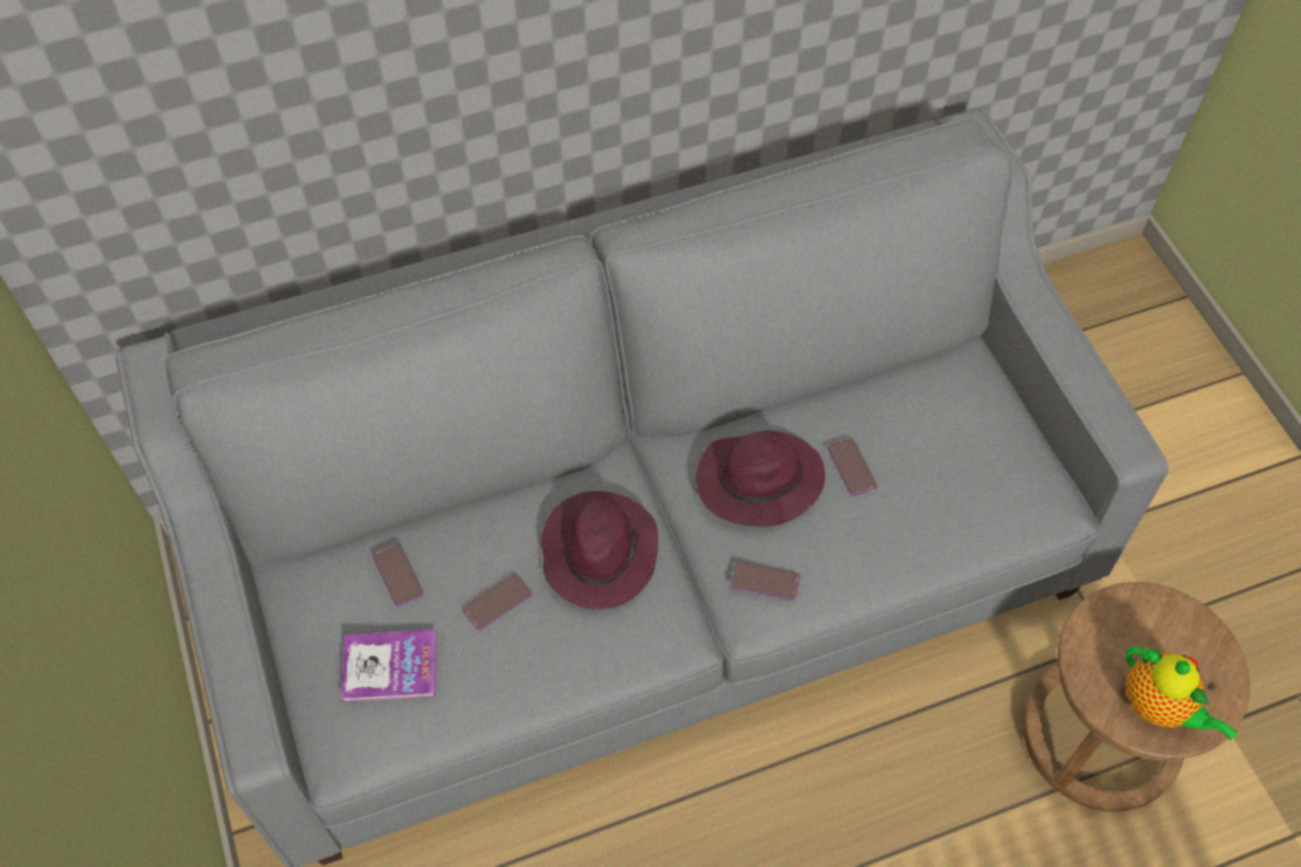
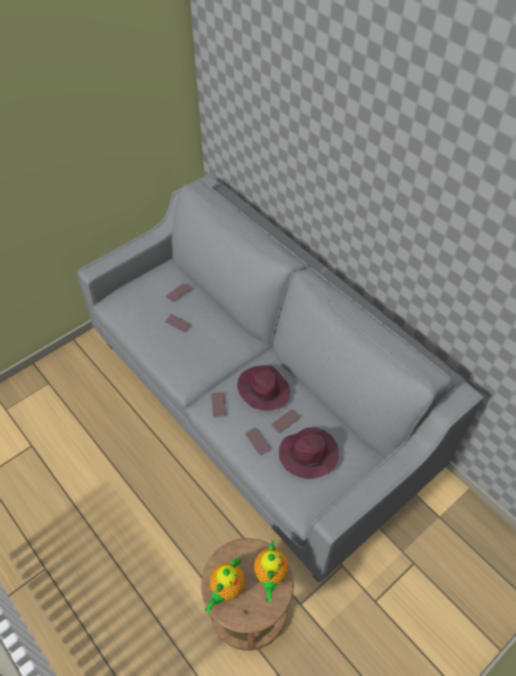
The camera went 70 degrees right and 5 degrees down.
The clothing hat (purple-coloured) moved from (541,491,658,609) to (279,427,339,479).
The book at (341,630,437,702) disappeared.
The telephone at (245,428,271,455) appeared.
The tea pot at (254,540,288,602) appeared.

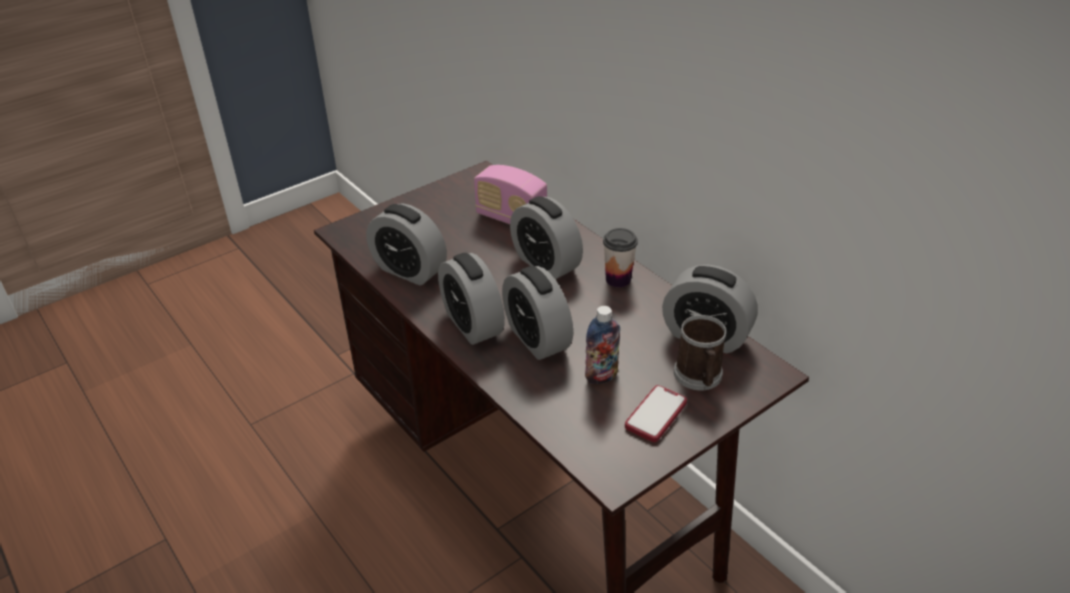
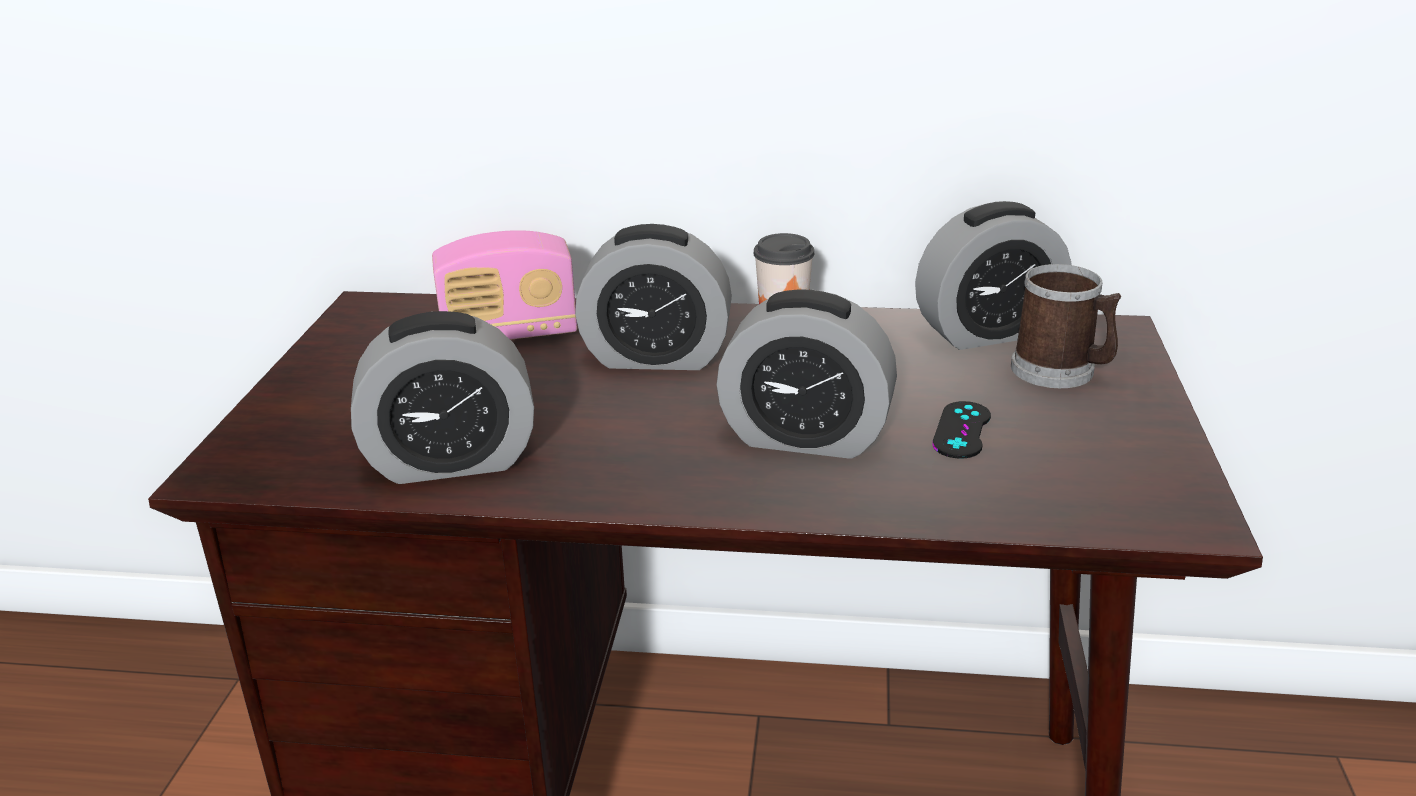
The camera went 45 degrees left and 10 degrees down.
The table clock at (438,253,505,345) disappeared.
The drink bottle at (585,306,620,384) was replaced by the gamepad (black-coloured) at (932,401,991,459).
The telephone at (625,385,687,442) disappeared.

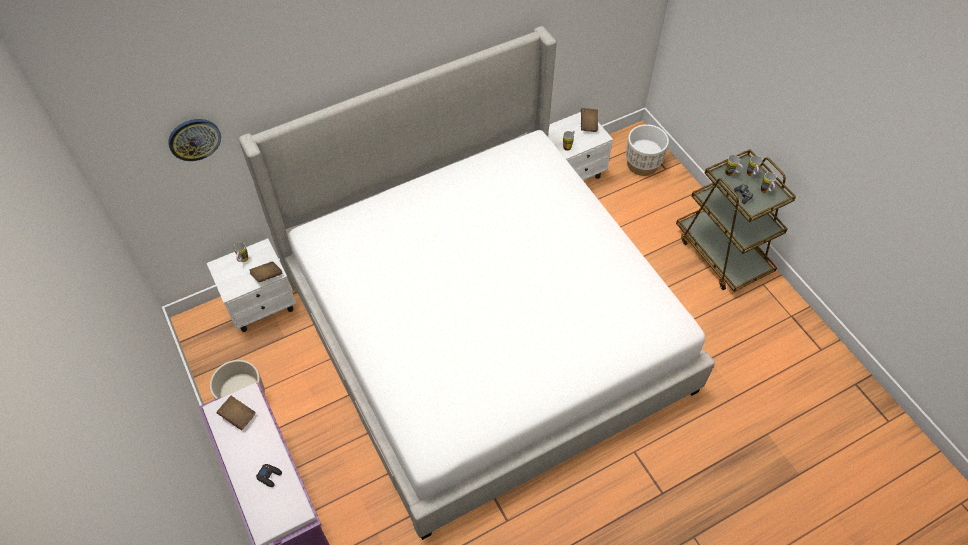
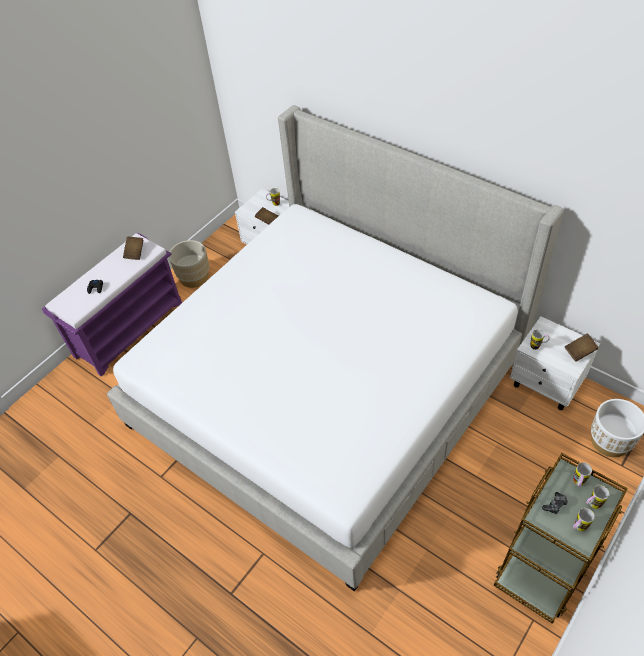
The camera went 70 degrees right and 5 degrees down.
The wall clock at (168,119,221,161) disappeared.

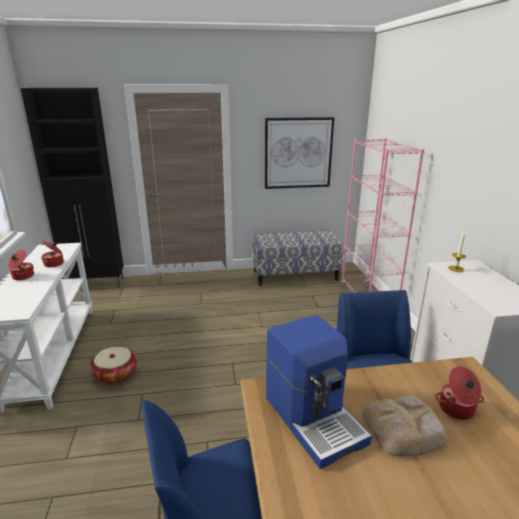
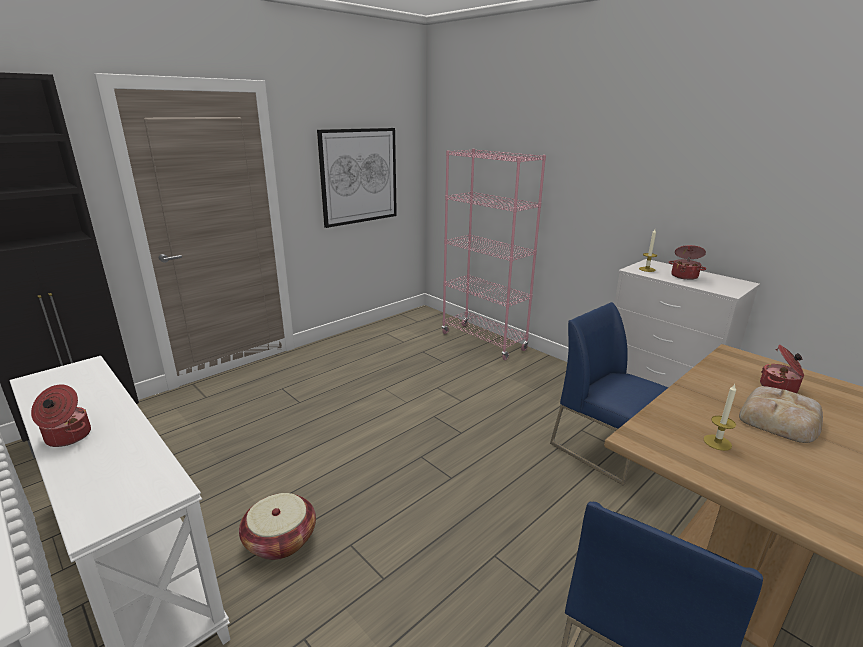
The camera went 35 degrees left and 0 degrees up.
The indoor bench at (252,230,344,286) disappeared.
The saucepot moved from (41,241,64,267) to (668,245,706,280).
The coffee machine at (266,315,372,469) was replaced by the candle at (704,384,736,451).

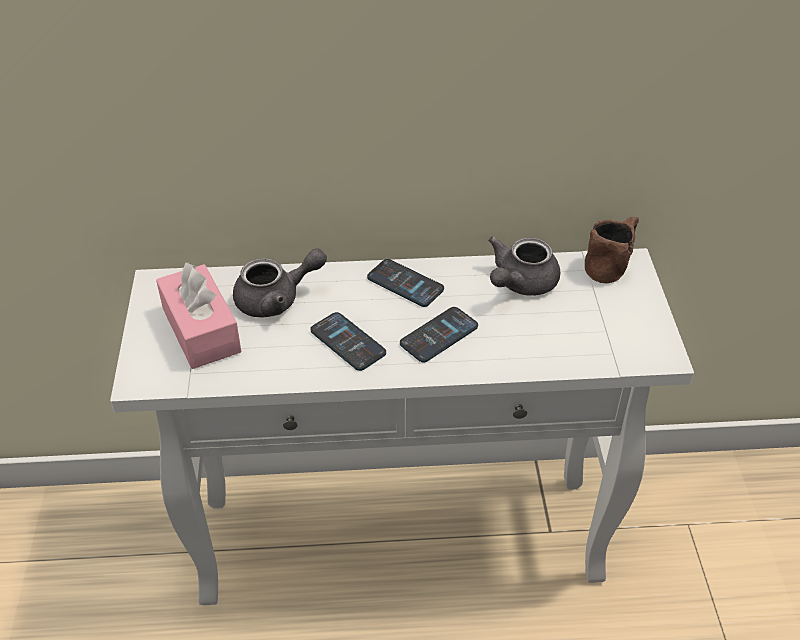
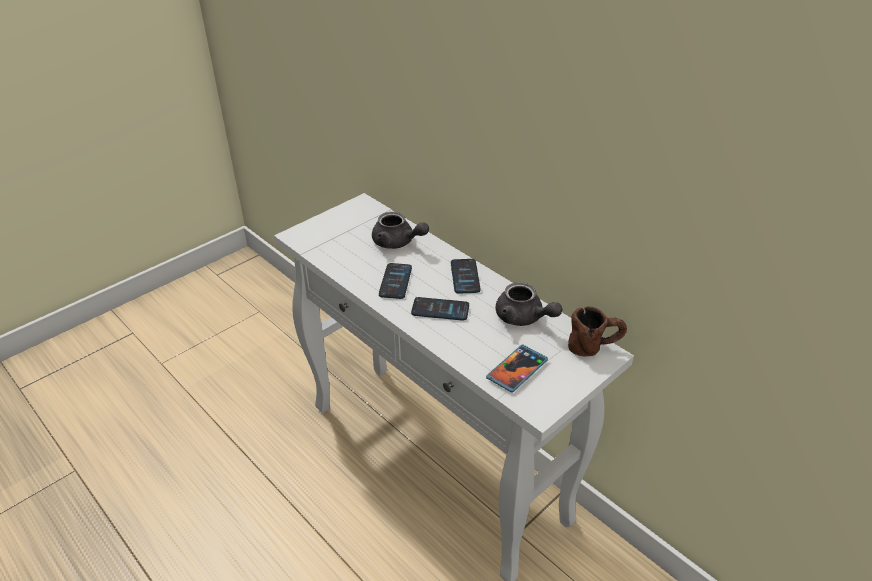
The camera went 50 degrees right and 5 degrees down.
The tea pot (gray) at (488,237,560,296) turned 135 degrees counterclockwise.
The box of tissues (pink) at (156,262,242,369) disappeared.
The telephone at (486,344,548,393) appeared.

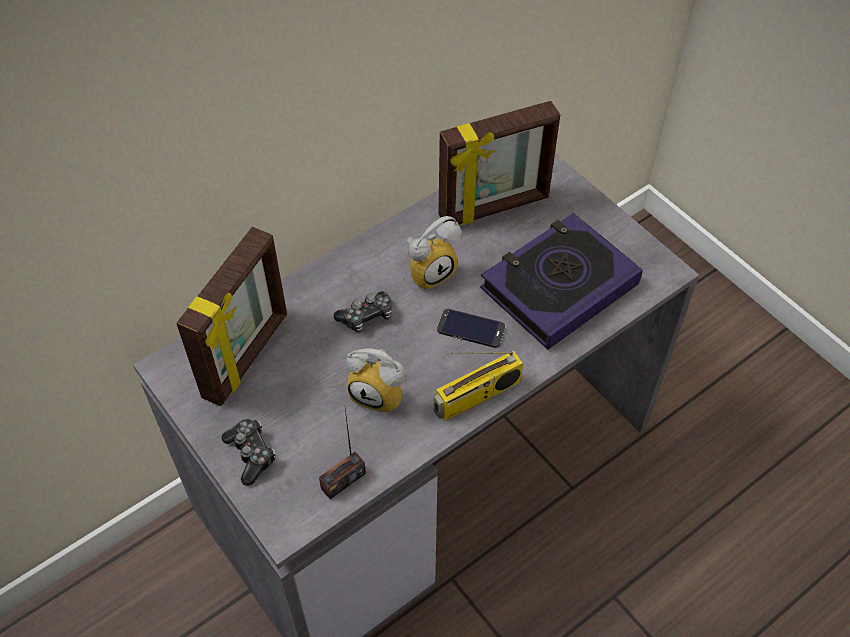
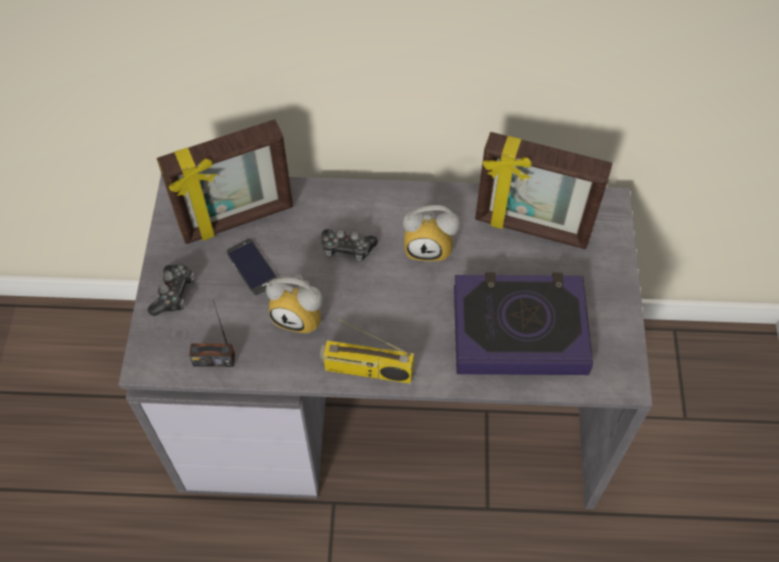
The camera went 40 degrees right and 5 degrees up.
The telephone moved from (437,309,506,348) to (227,239,277,295).
The table clock at (346,348,405,413) turned 45 degrees counterclockwise.

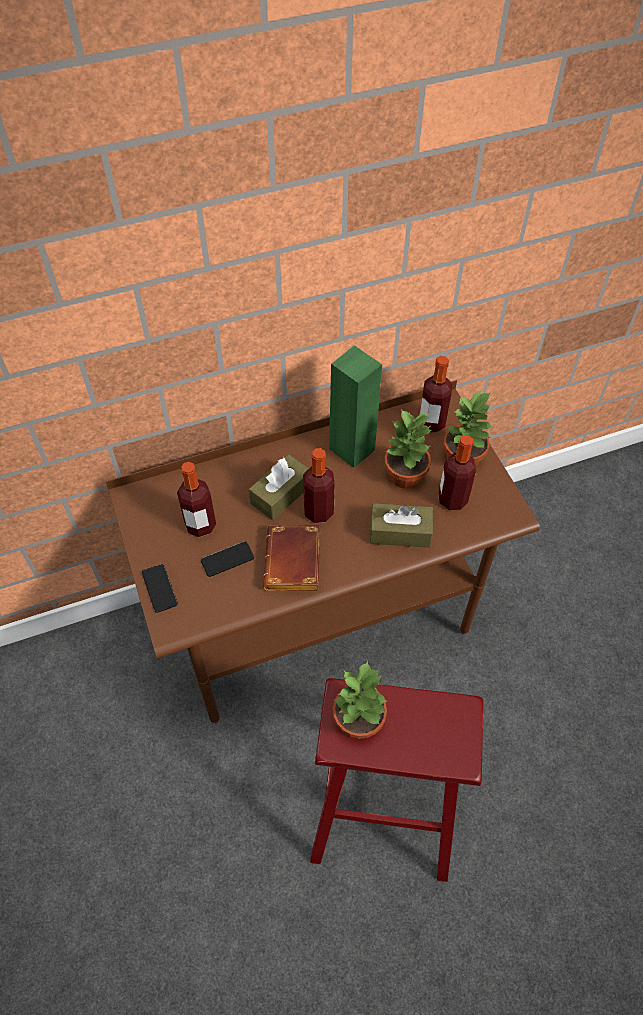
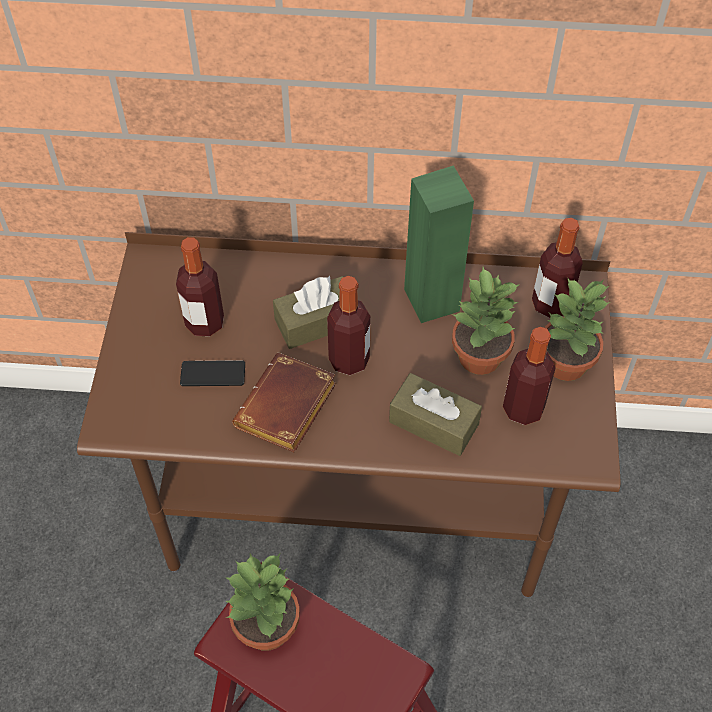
The camera went 25 degrees right and 0 degrees up.
The telephone at (142,564,178,613) disappeared.

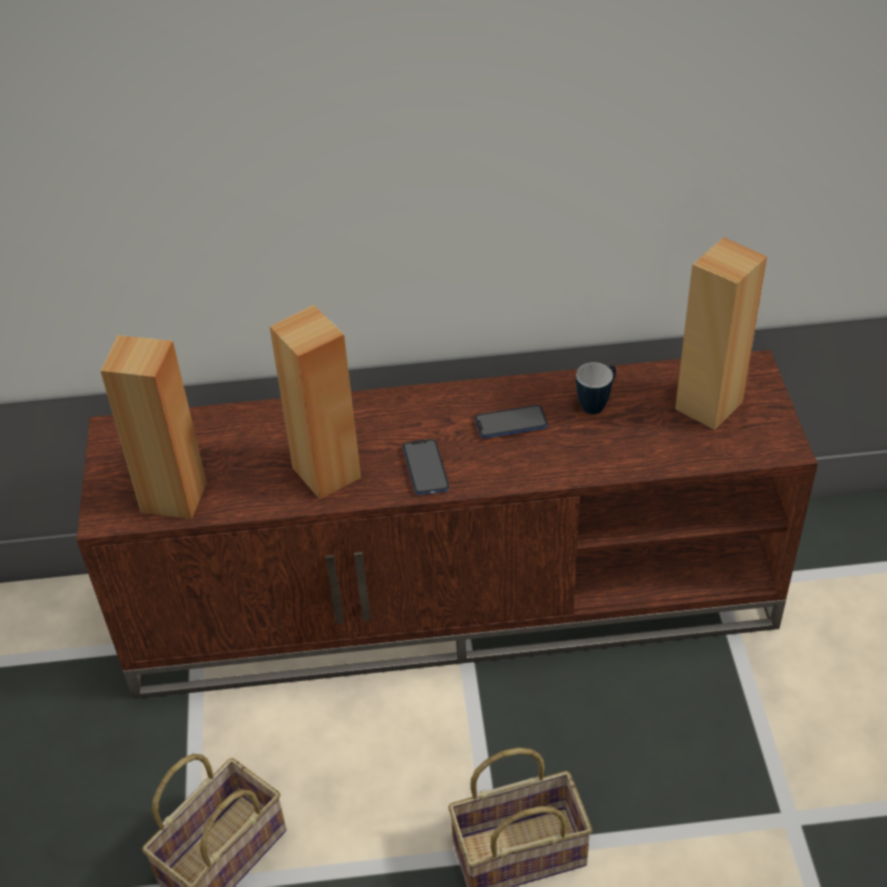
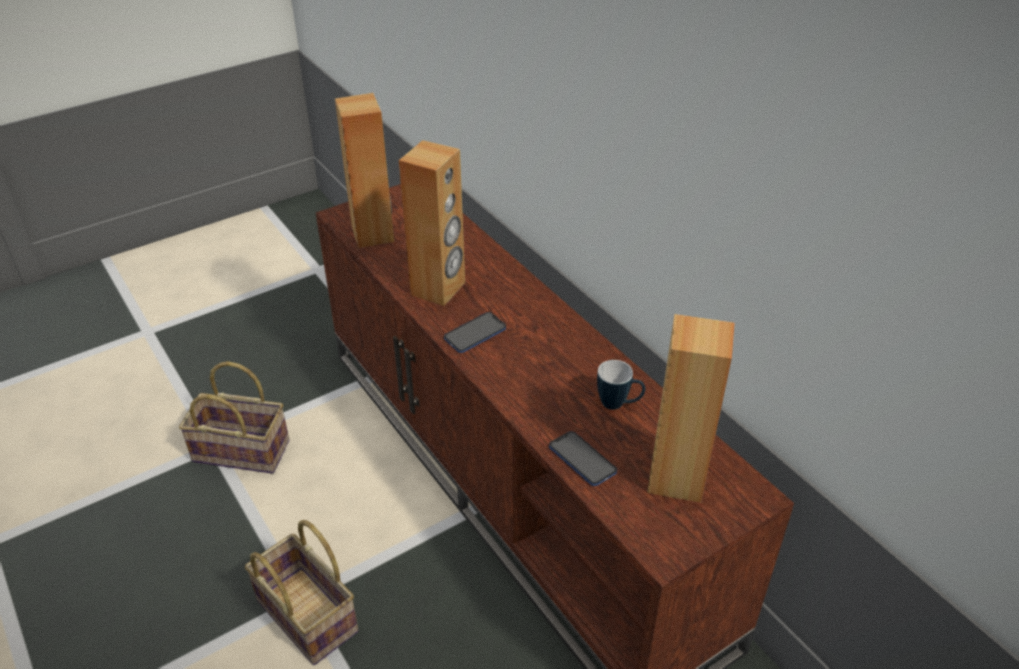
The camera went 60 degrees right and 5 degrees down.
The telephone moved from (475,405,548,438) to (549,431,617,486).

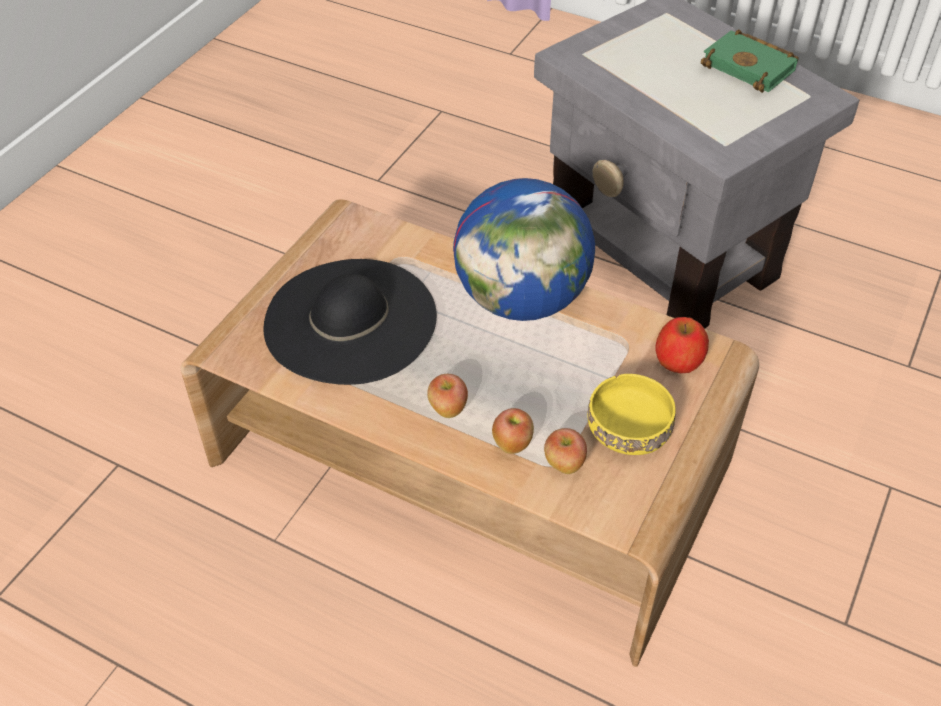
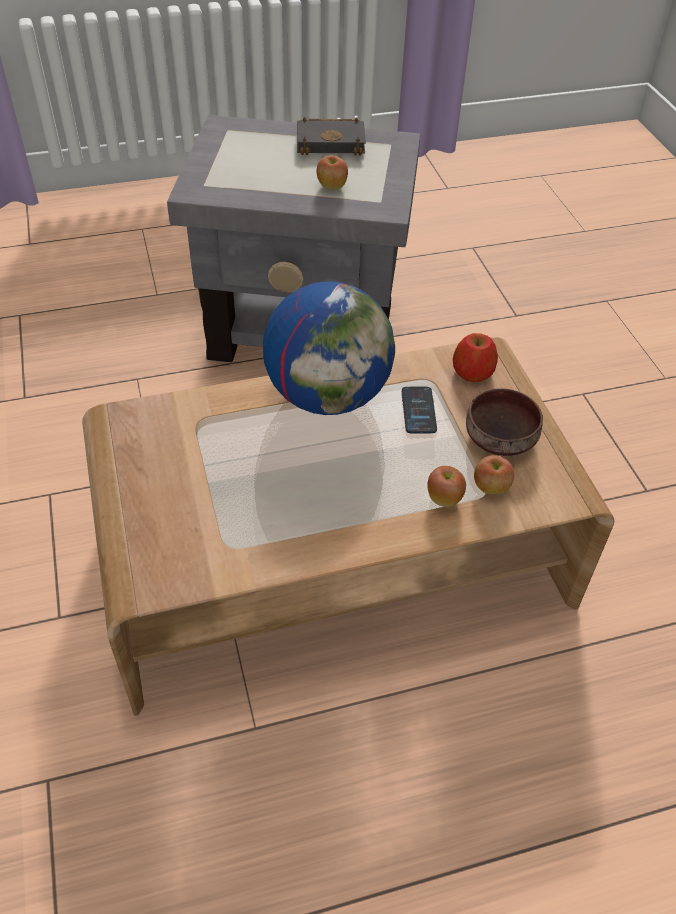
The camera went 45 degrees left and 0 degrees up.
The book (greenish) at (701,29,799,93) became the book (black-coloured) at (297,117,366,156).
The clothing hat (black-coloured) at (264,259,437,385) disappeared.
The apple fruit moved from (427,374,468,418) to (316,155,348,190).
The deep dish (yellow-coloured) at (587,374,676,455) became the deep dish (brown) at (466,388,543,456).
The telephone at (402,387,437,433) appeared.

